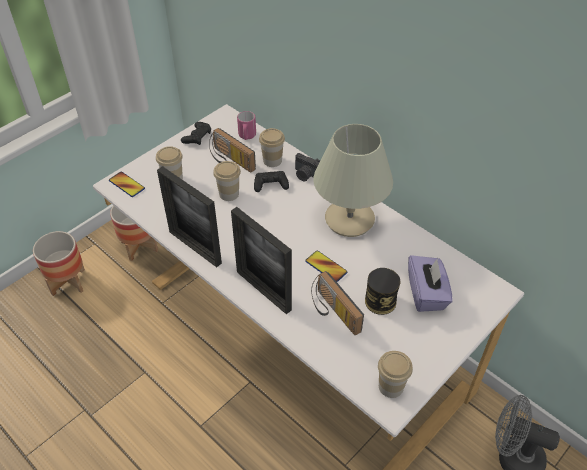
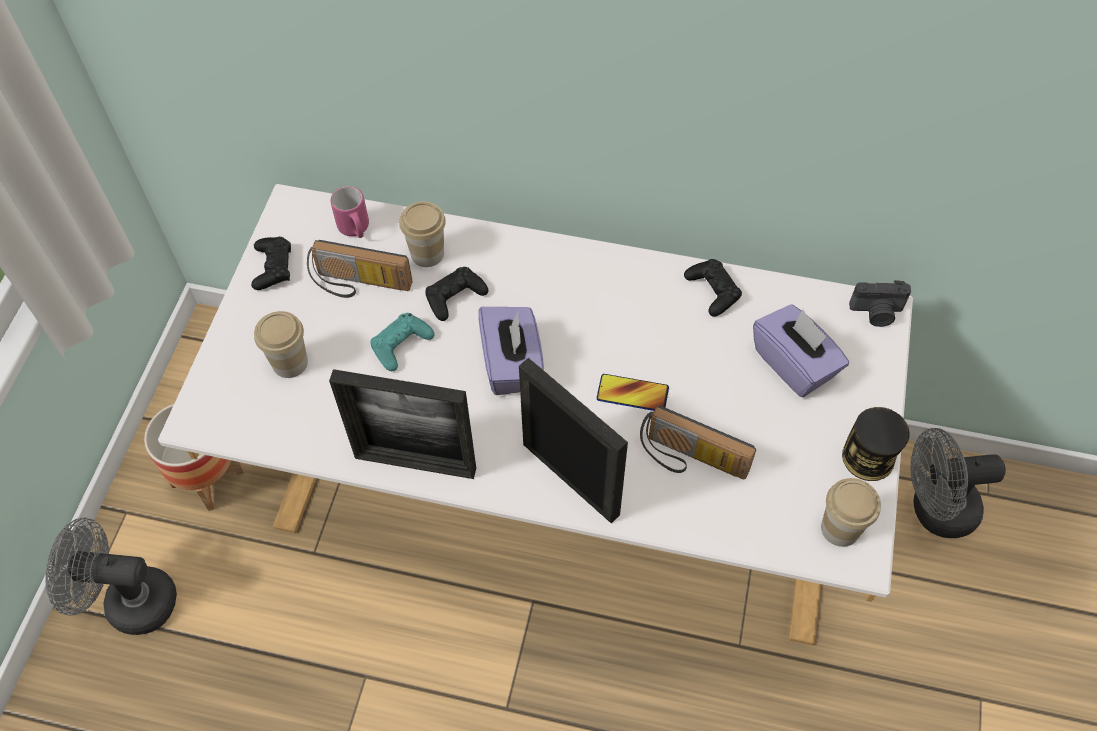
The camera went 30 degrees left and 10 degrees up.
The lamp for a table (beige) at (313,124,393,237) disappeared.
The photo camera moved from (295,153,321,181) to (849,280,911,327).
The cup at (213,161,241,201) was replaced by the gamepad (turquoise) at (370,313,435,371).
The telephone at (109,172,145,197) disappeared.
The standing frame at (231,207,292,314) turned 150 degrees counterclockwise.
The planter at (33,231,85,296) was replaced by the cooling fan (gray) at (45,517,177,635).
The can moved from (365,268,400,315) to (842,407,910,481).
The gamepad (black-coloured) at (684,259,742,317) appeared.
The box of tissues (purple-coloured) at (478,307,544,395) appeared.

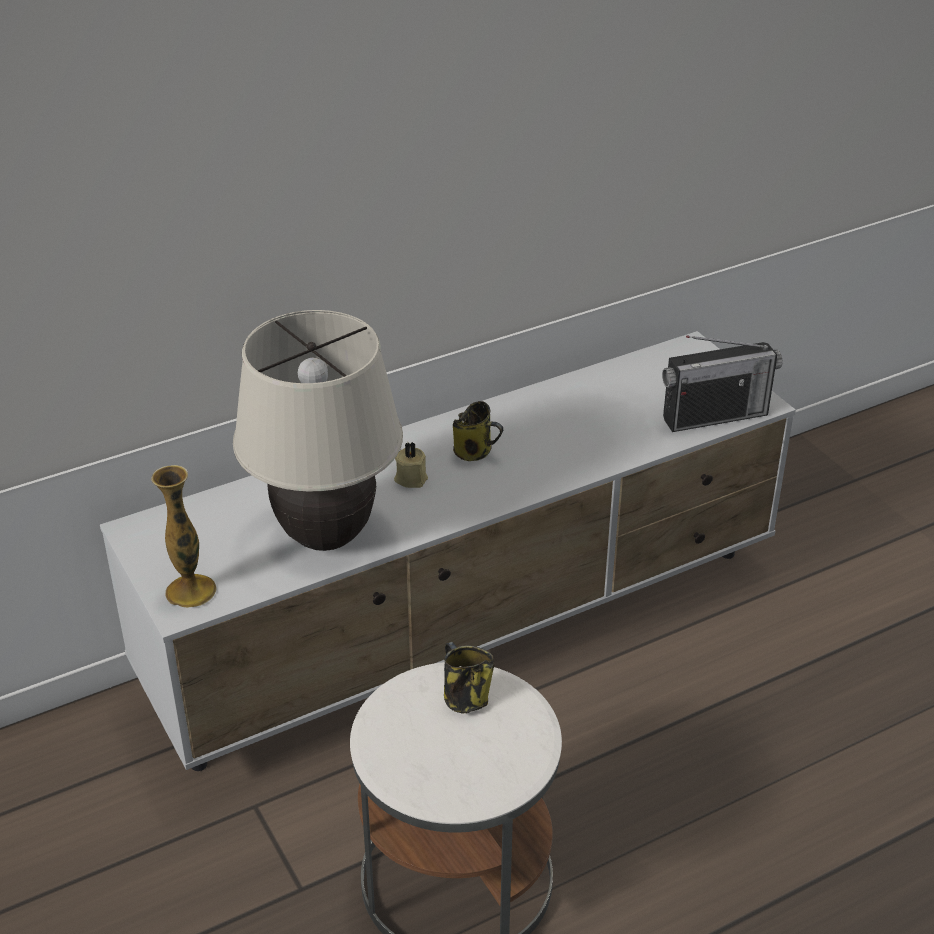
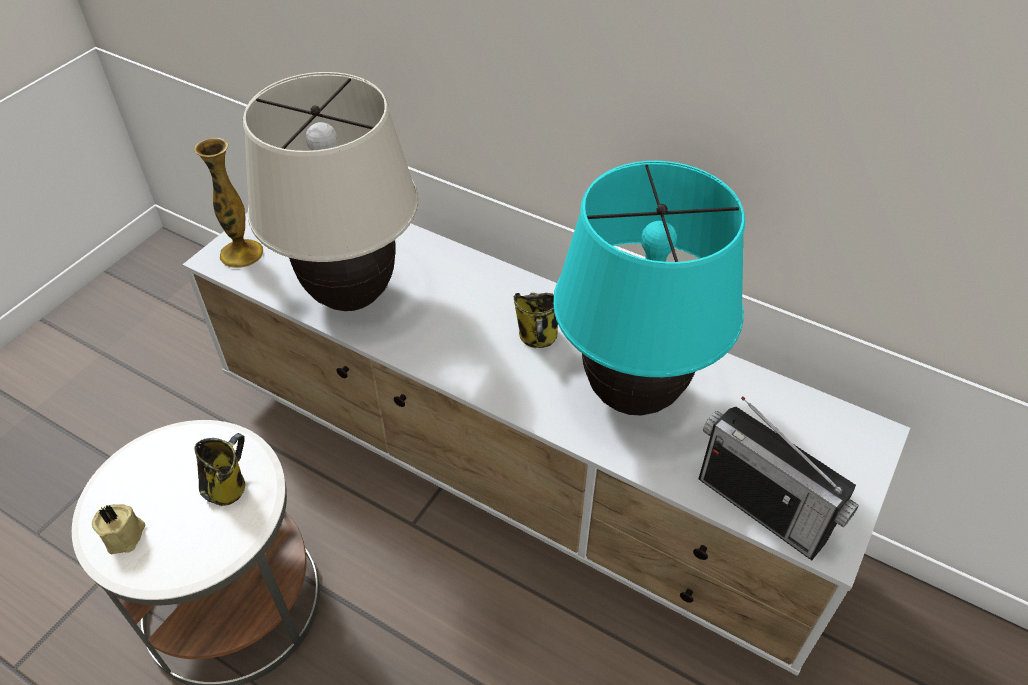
The camera went 60 degrees right and 10 degrees up.
The candle (beige) moved from (394,442,428,488) to (92,504,145,554).
The lamp for a table (turquoise) at (553,161,745,415) appeared.

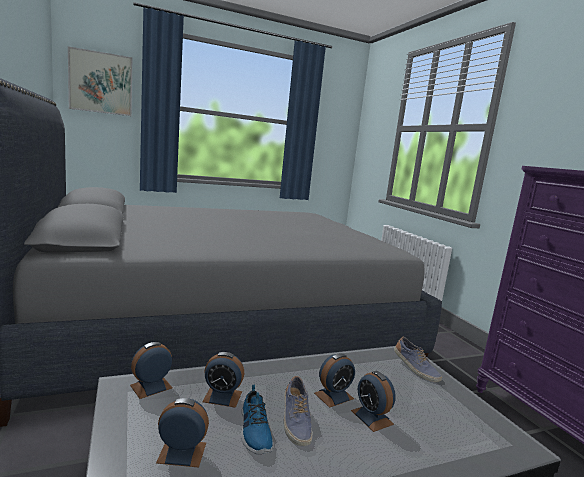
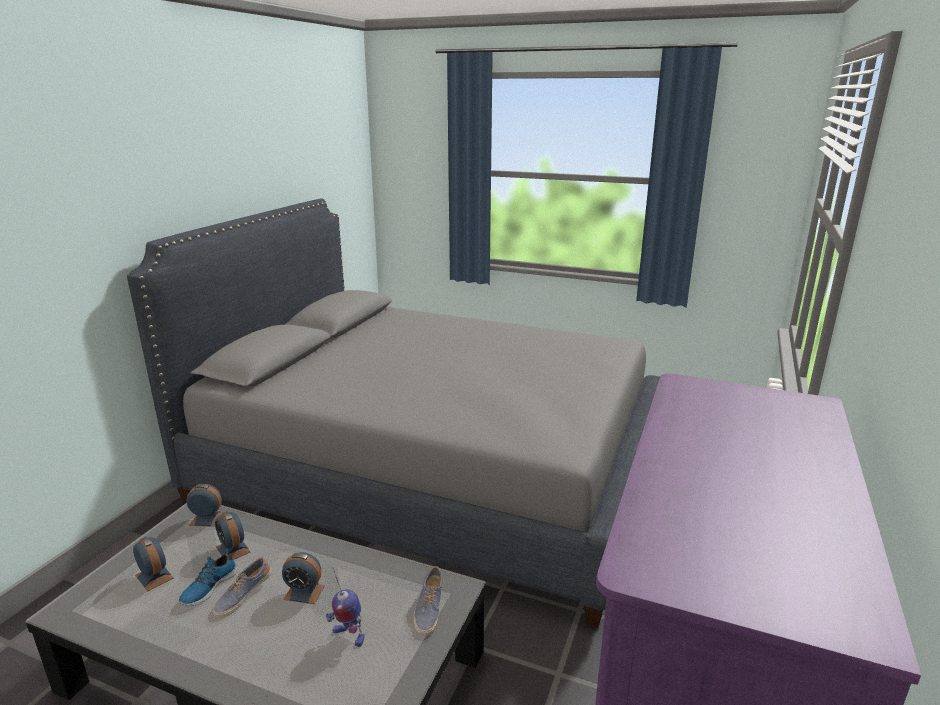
The camera went 45 degrees right and 10 degrees up.
The picture at (68,46,132,116) disappeared.
The table clock at (351,371,396,432) disappeared.
The robot figure at (326,568,365,647) appeared.

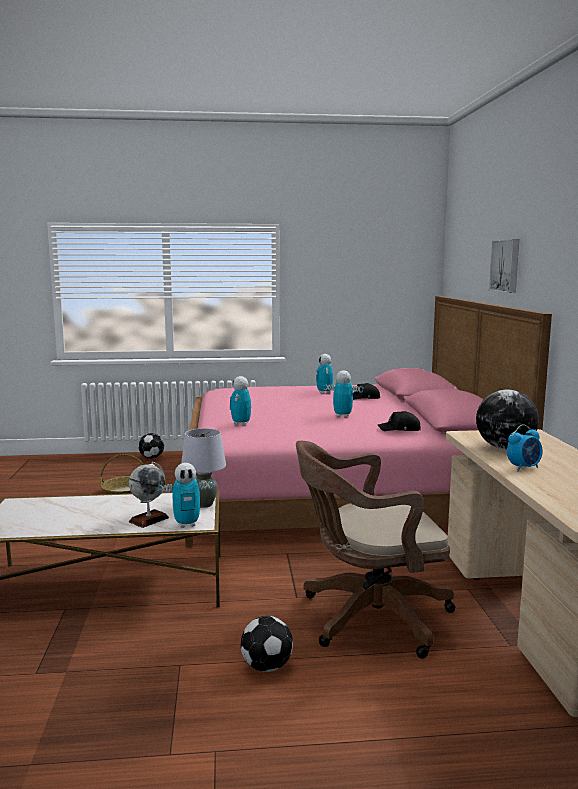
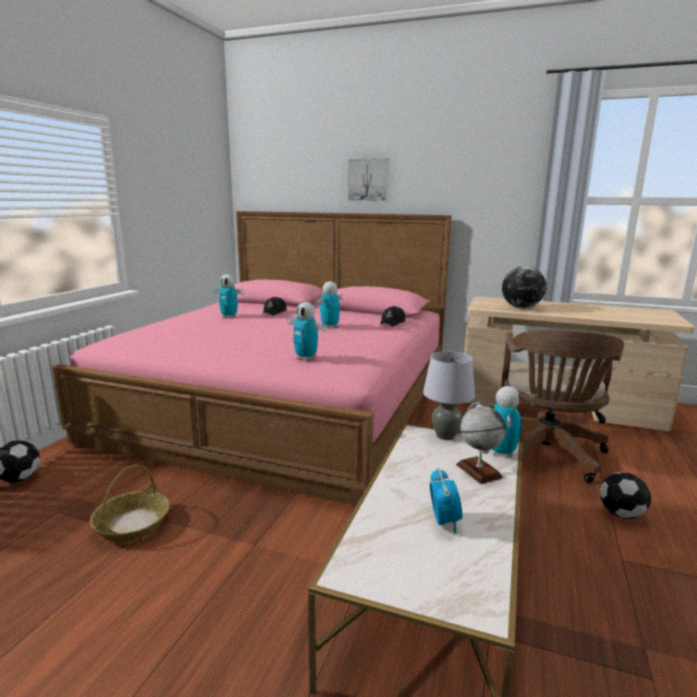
The camera went 65 degrees left and 5 degrees up.
The table clock moved from (507,424,543,471) to (430,468,462,533).

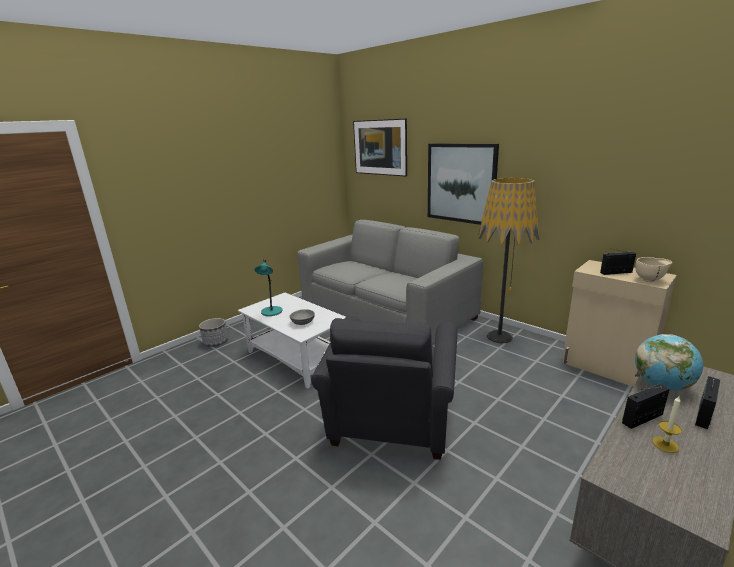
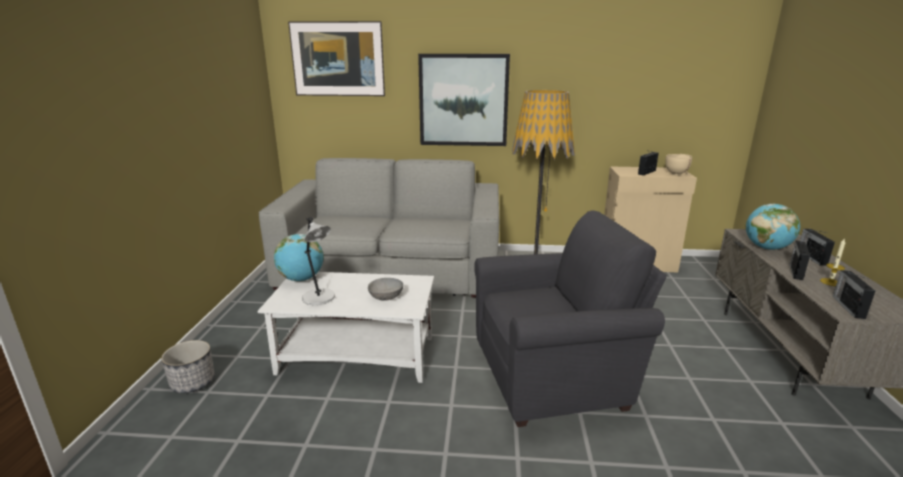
The camera went 40 degrees left and 0 degrees up.
The lamp for a table (turquoise) at (254,259,283,316) became the lamp for a table (gray) at (302,217,335,305).
The armchair (gray) at (311,316,457,460) turned 75 degrees counterclockwise.
The desk globe at (274,234,324,281) appeared.
The radio set at (832,270,875,319) appeared.

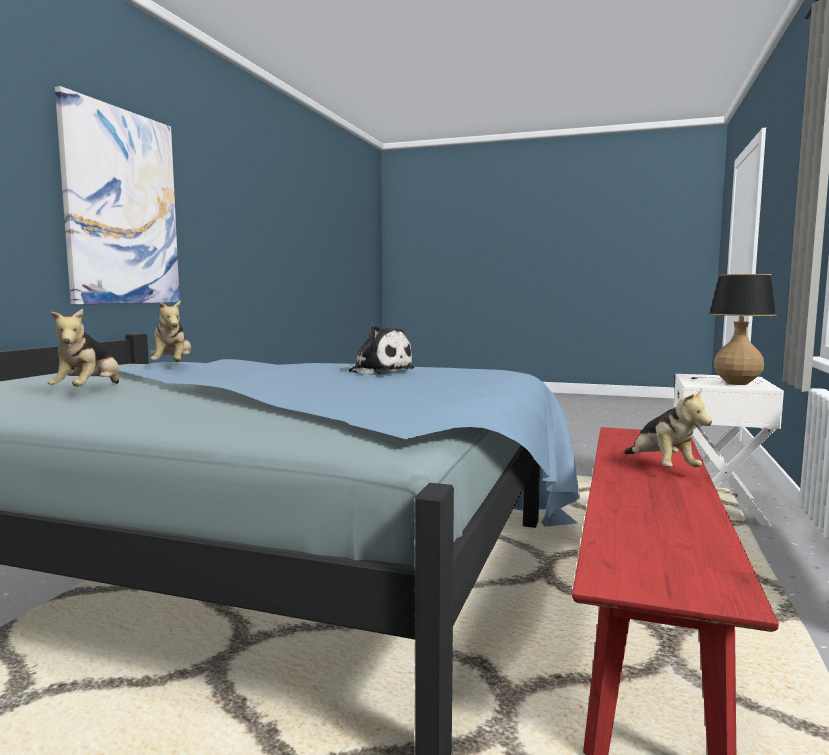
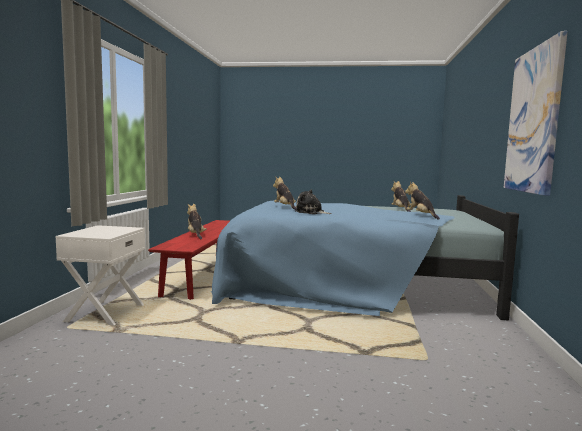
The camera went 170 degrees right and 0 degrees up.
The lamp for a table at (692,274,777,385) disappeared.
The plush toy at (273,177,297,210) appeared.

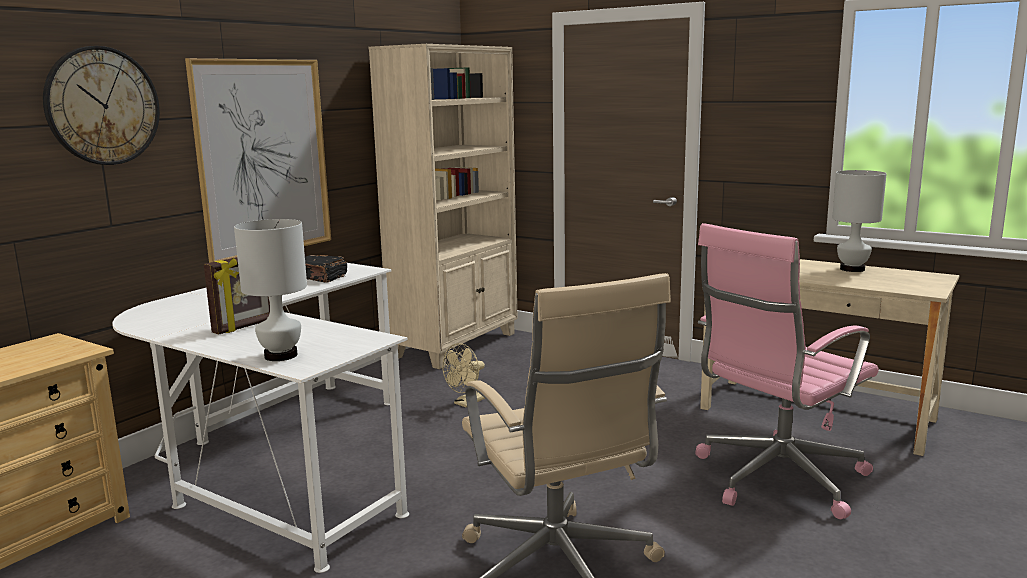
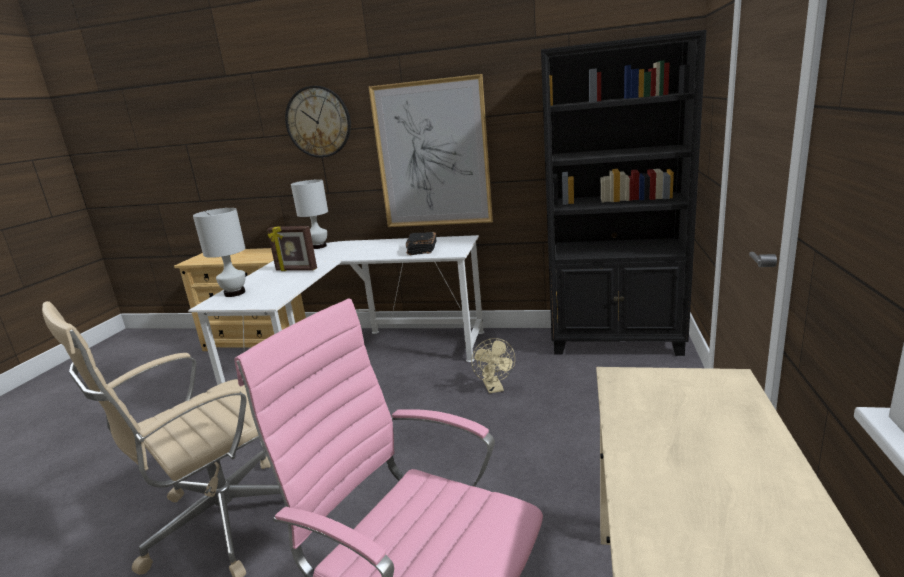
The camera went 70 degrees right and 5 degrees up.
The shelving unit (beige) at (368,44,518,369) became the shelving unit (black-coloured) at (541,30,707,356).
The lamp for a table (white-coloured) moved from (832,170,887,272) to (291,179,328,249).
The cooling fan (beige) at (443,343,485,407) turned 120 degrees counterclockwise.

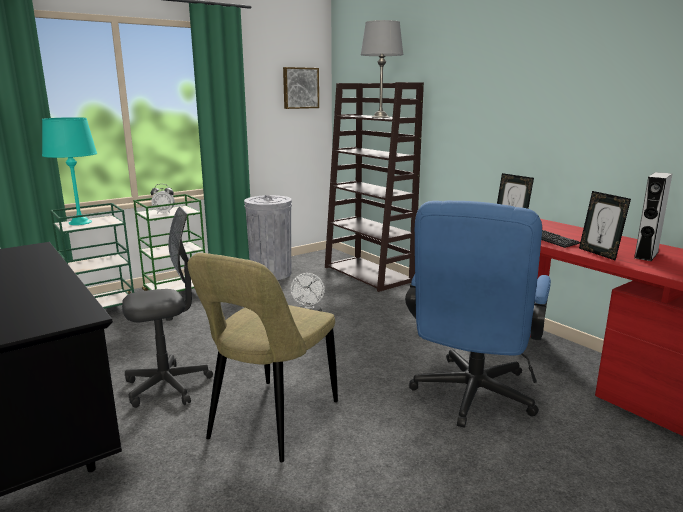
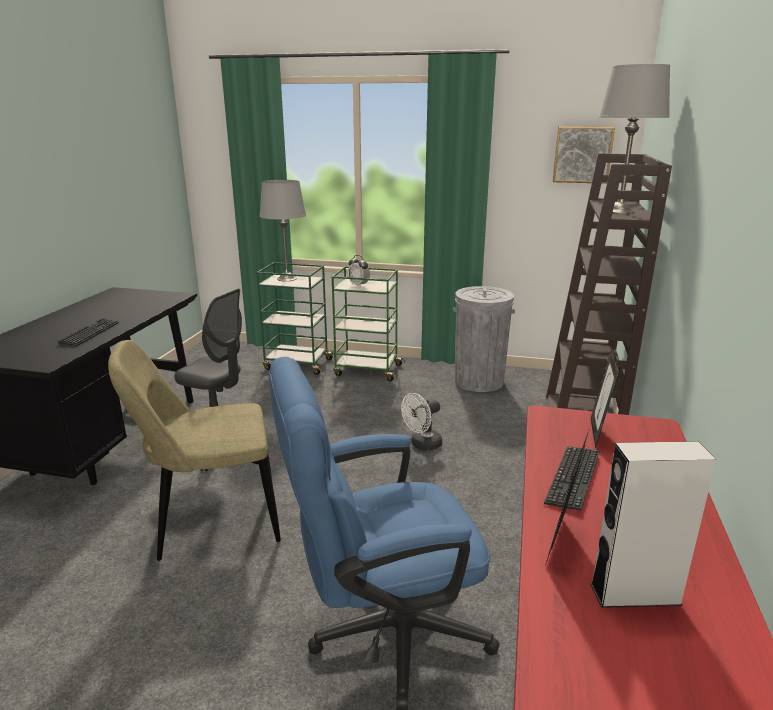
The camera went 50 degrees right and 5 degrees up.
The lamp for a table (turquoise) at (42,117,97,225) became the lamp for a table (gray) at (259,180,306,282).
The keyboard at (57,318,119,346) appeared.

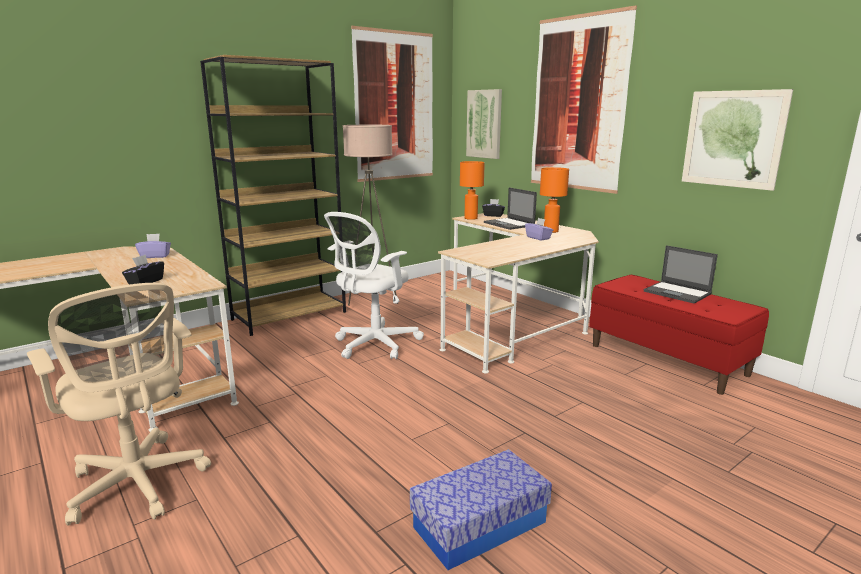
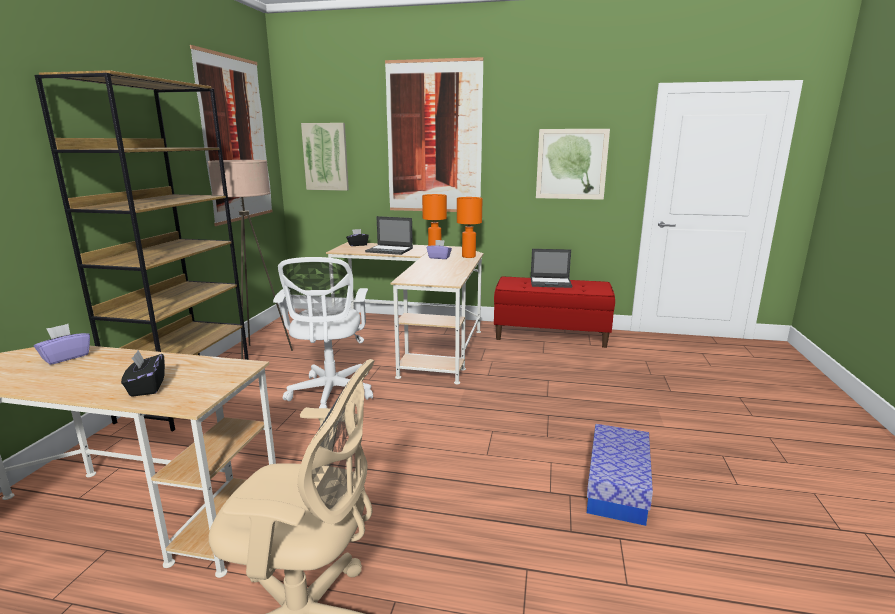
The camera went 40 degrees left and 0 degrees up.
The lamp for a table (orange-coloured) moved from (460,161,485,220) to (457,197,483,258).

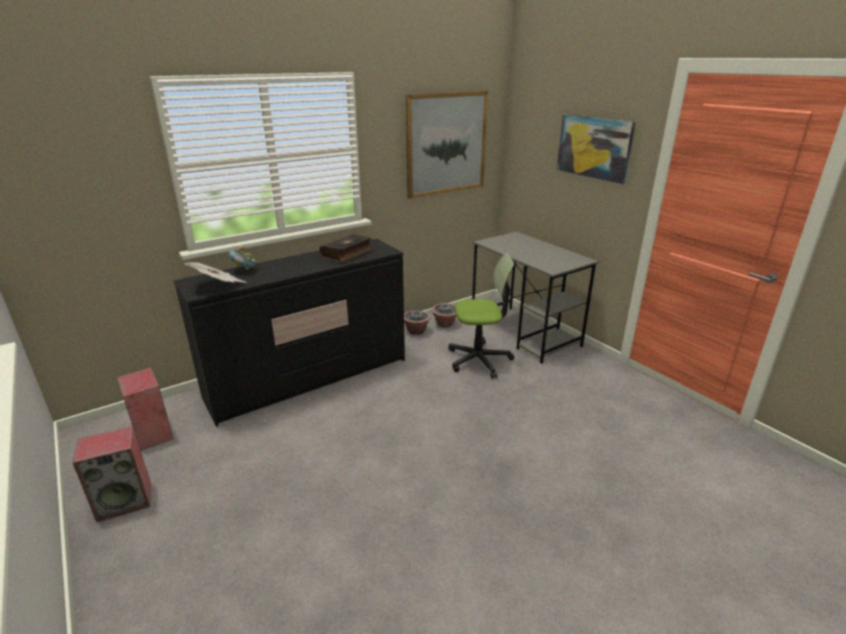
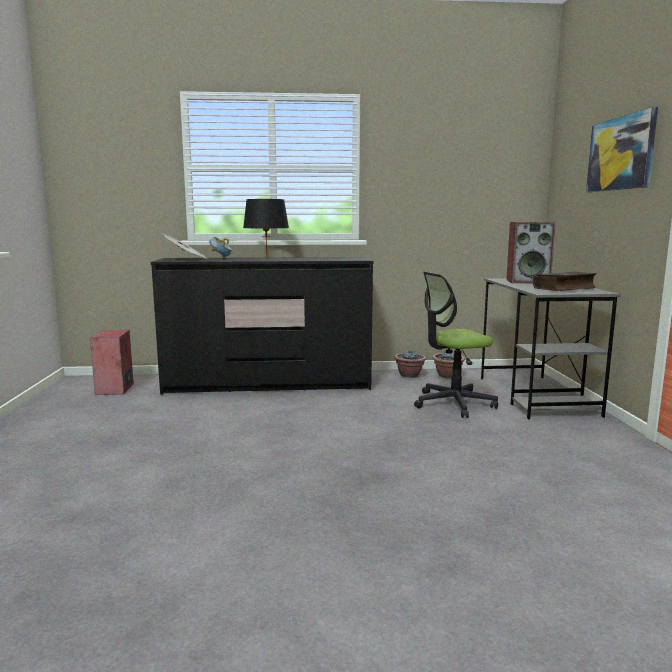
The camera went 30 degrees right and 15 degrees down.
The picture at (406,91,488,199) disappeared.
The book moved from (320,234,372,263) to (533,272,597,291).
The computer chair at (449,253,514,379) turned 135 degrees clockwise.
The loudspeaker moved from (73,426,151,522) to (506,222,556,283).
The lamp for a table (black-coloured) at (243,199,289,258) appeared.

